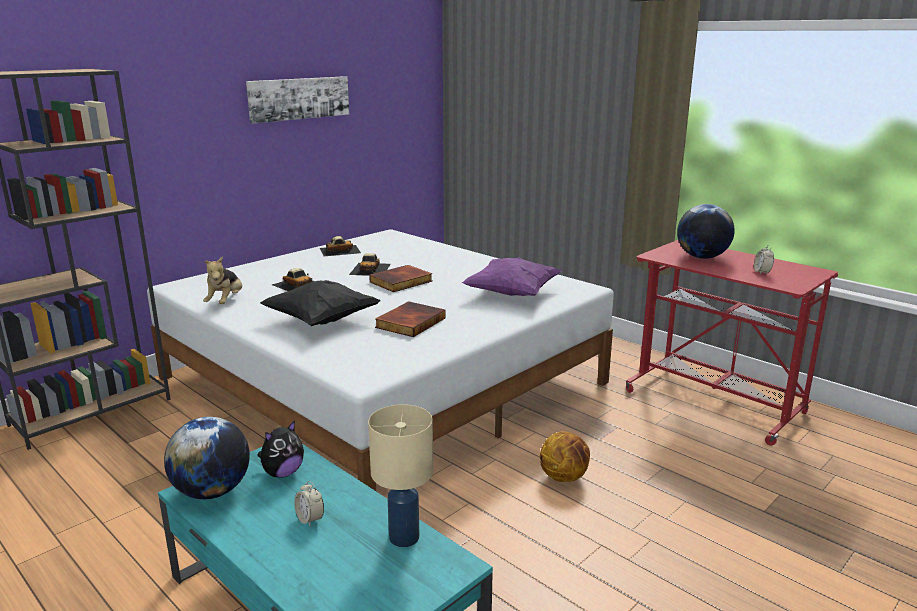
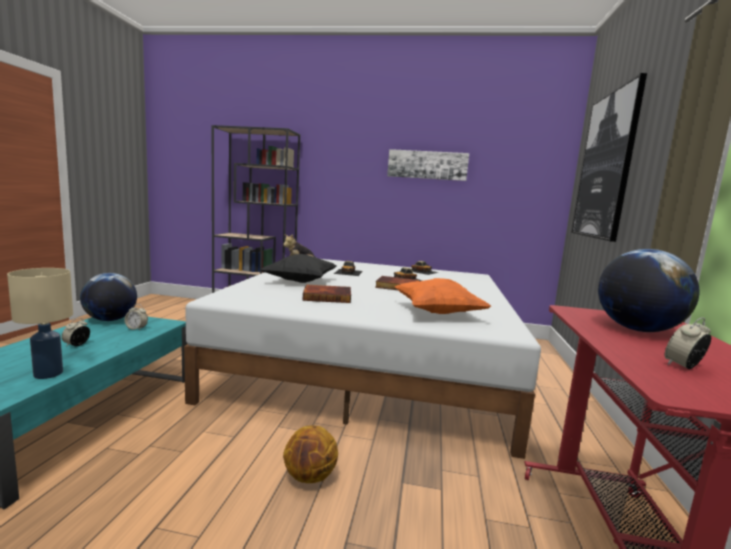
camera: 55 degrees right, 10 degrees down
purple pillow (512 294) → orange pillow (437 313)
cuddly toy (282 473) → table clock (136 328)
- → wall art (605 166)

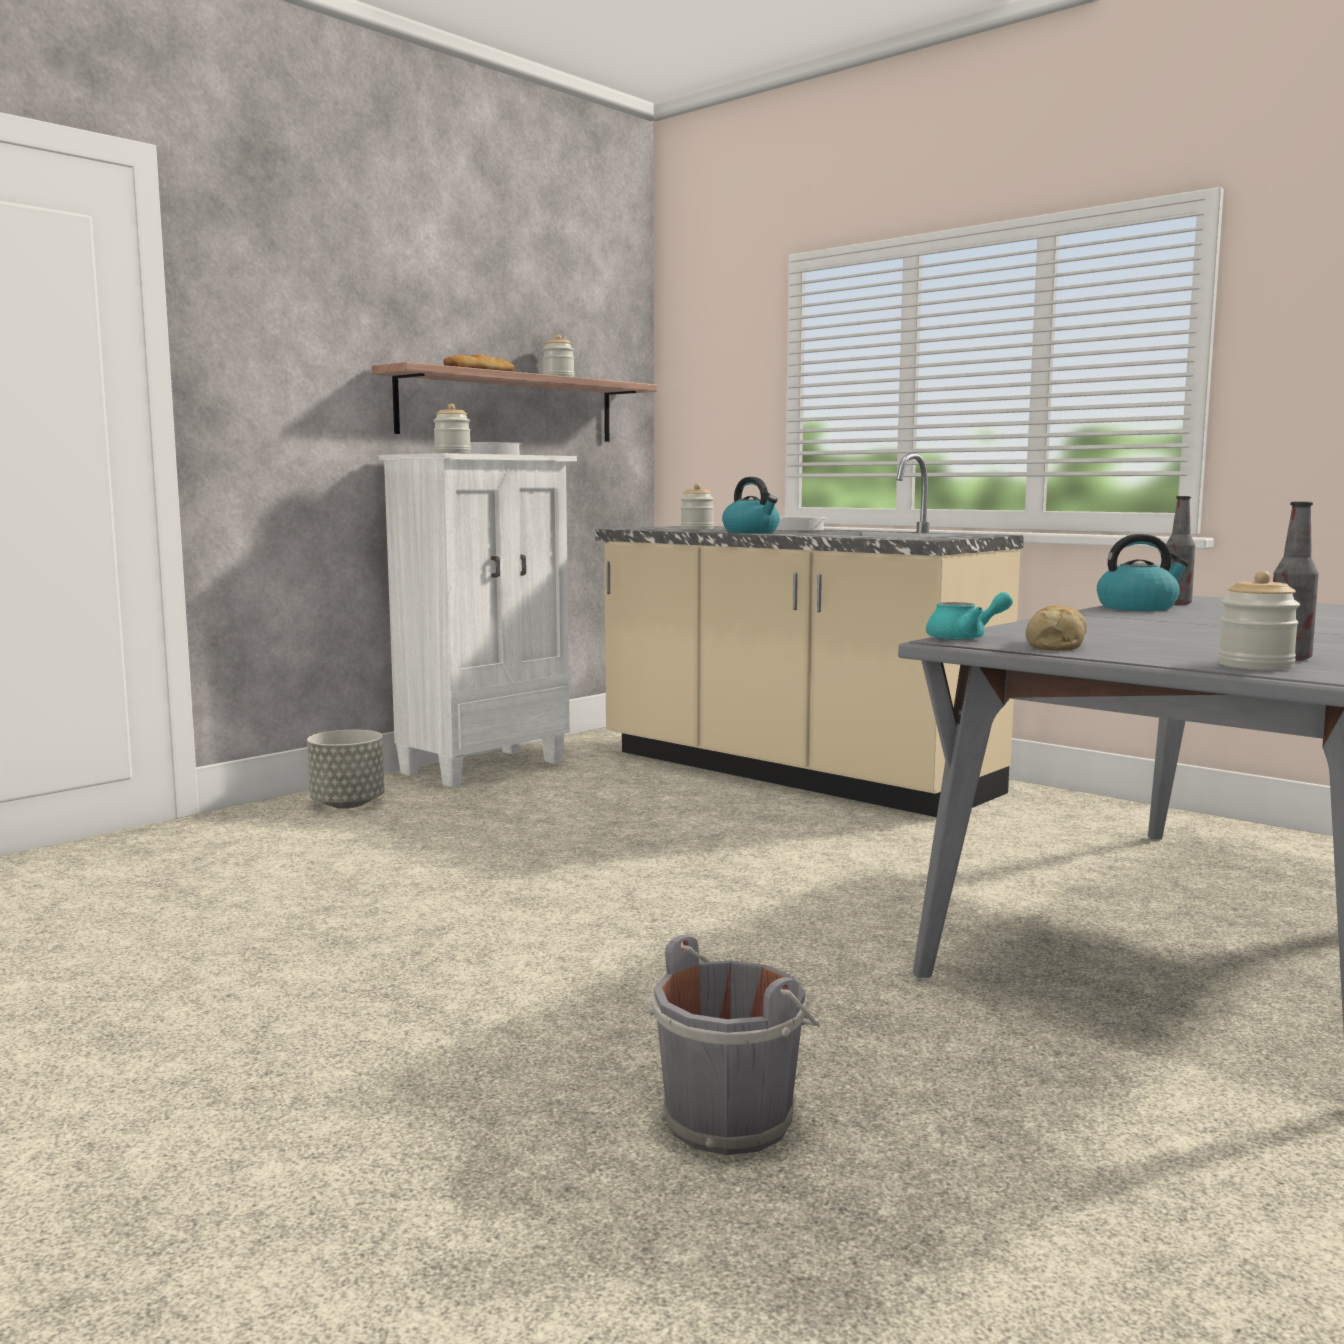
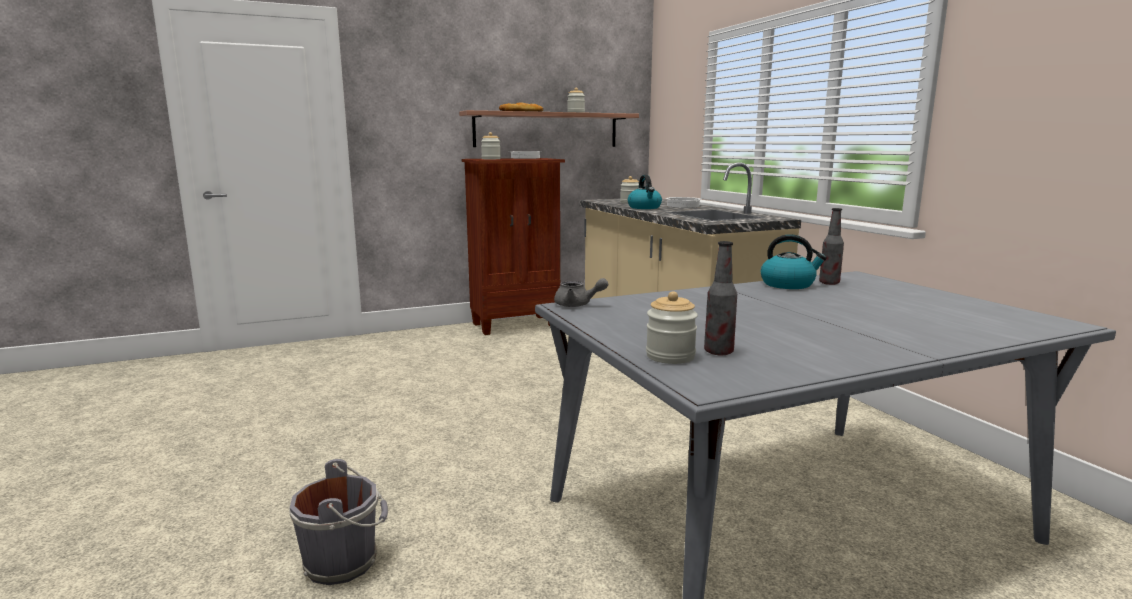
camera: 25 degrees right, 5 degrees up
white-coloured storage cabinet (485 768) → brownish storage cabinet (515 325)
turquoise tea pot (965 638) → greyish tea pot (577 305)
bread (1055 644) → -
greyish plant pot (348 804) → -

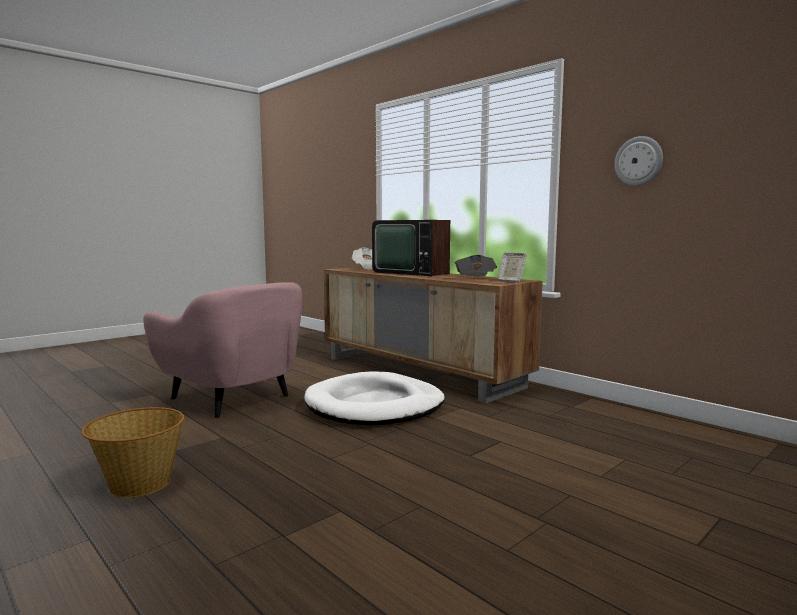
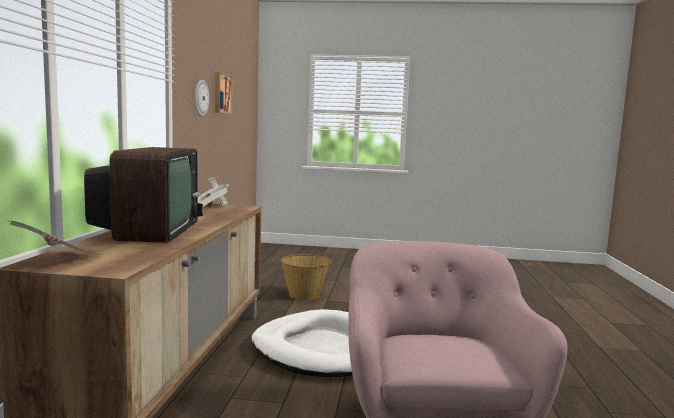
camera: 130 degrees left, 0 degrees up
basket (139 484) → basket (305 295), moved
- → wall art (221 93)

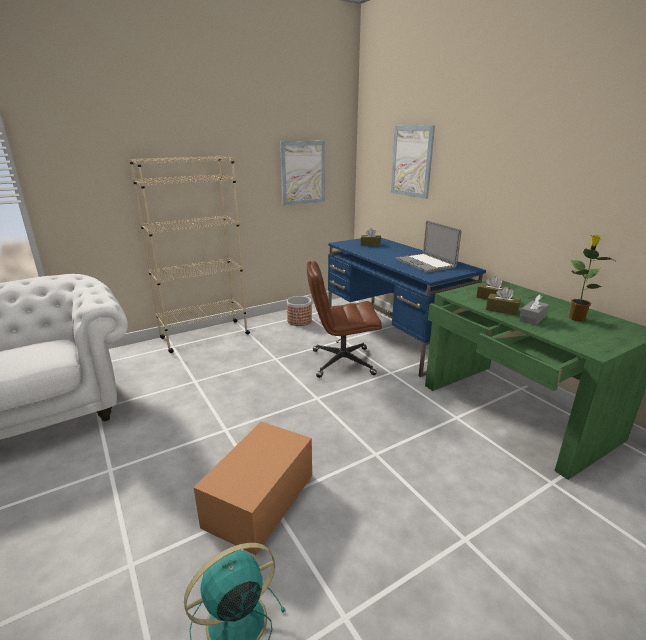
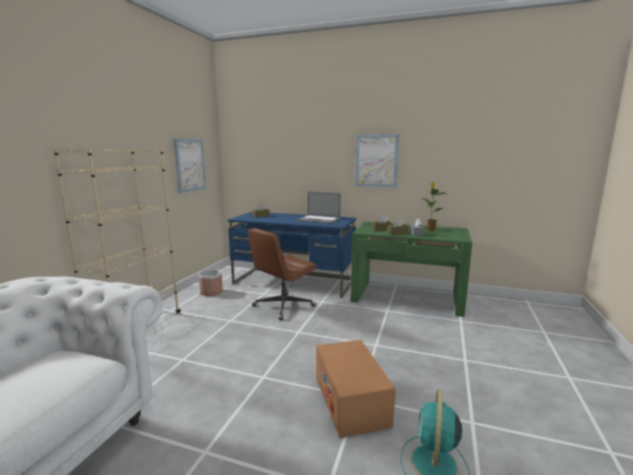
camera: 40 degrees left, 10 degrees down
wall art (412 161) → wall art (376 160), moved

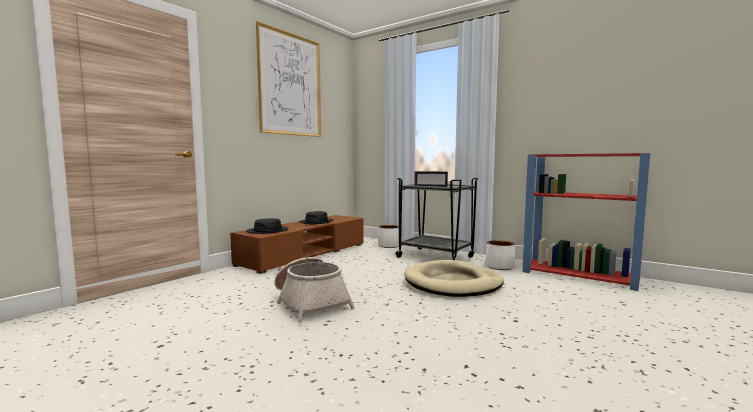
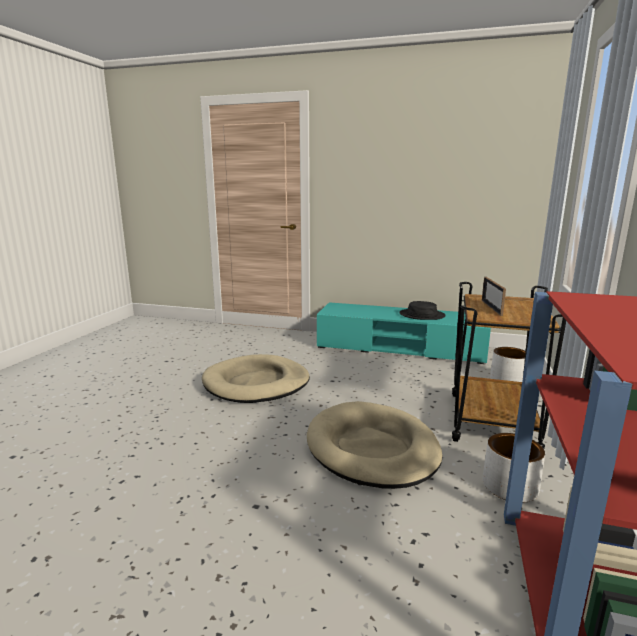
camera: 70 degrees right, 10 degrees up
wall art (290 85) → -
greyish cart (436 257) → brownish cart (491 422)
brownish tv stand (305 254) → turquoise tv stand (400 348)
blackish hat (267 231) → -
basket (310 303) → sand-coloured dog cushion (256 383)

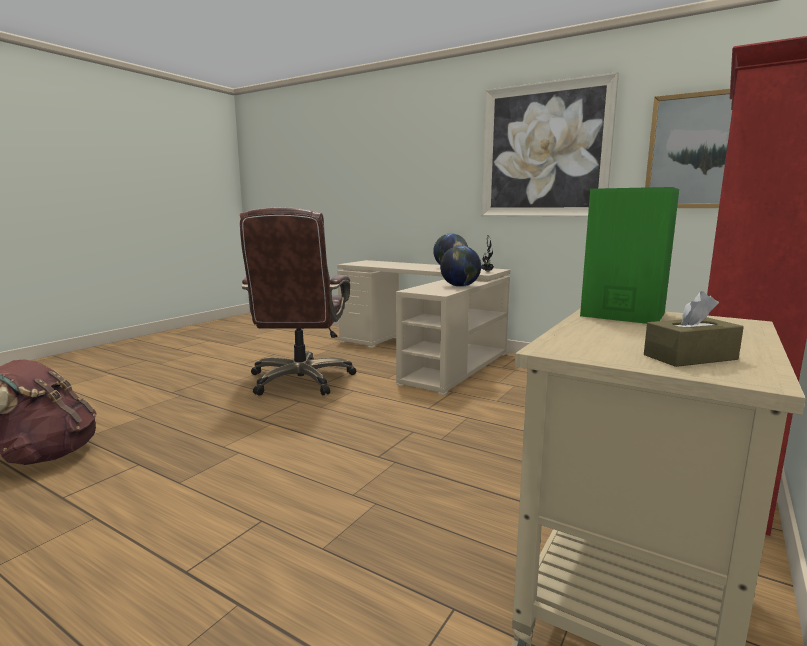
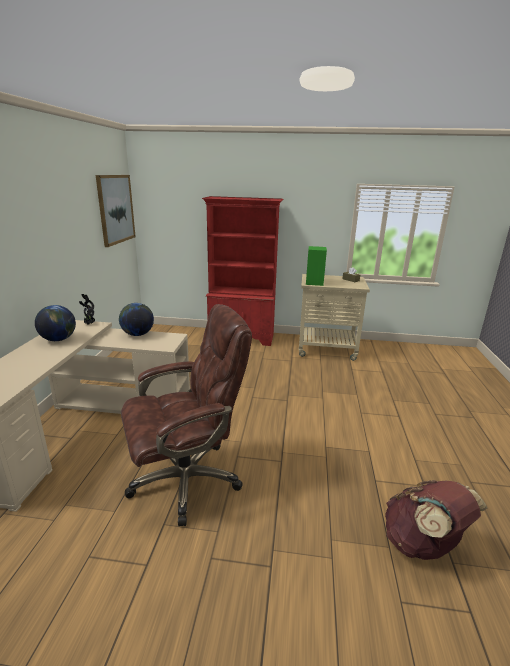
camera: 115 degrees left, 10 degrees up
wall art (544 151) → -

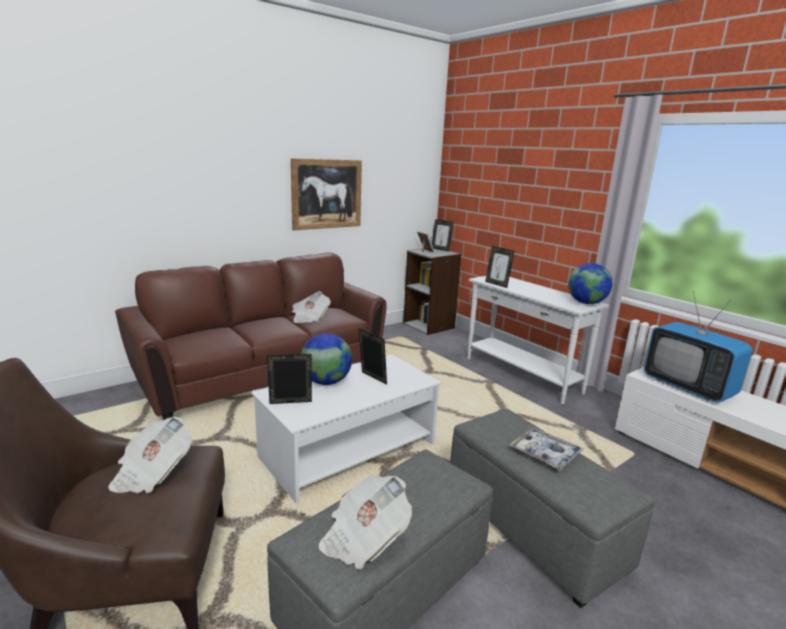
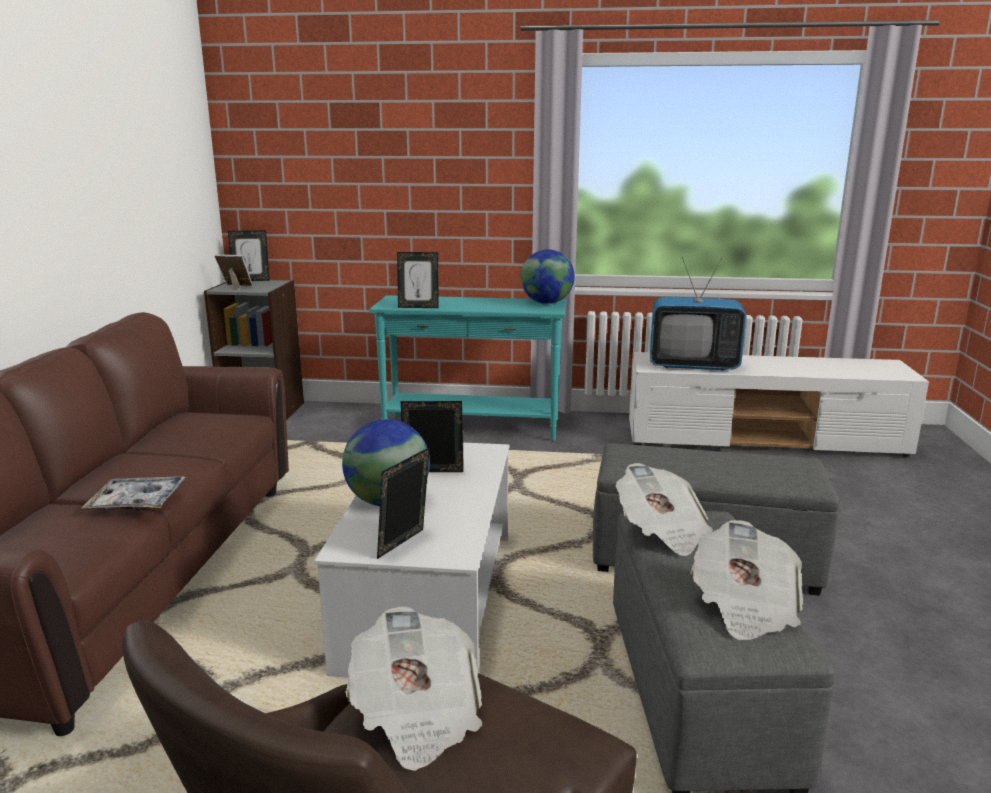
camera: 45 degrees left, 0 degrees up
wall art (327 194) → -
white-coloured console table (523 375) → turquoise console table (473 428)
daily paper (309 317) → daily paper (662 532), moved
carrying tray (545 454) → carrying tray (137 502), moved

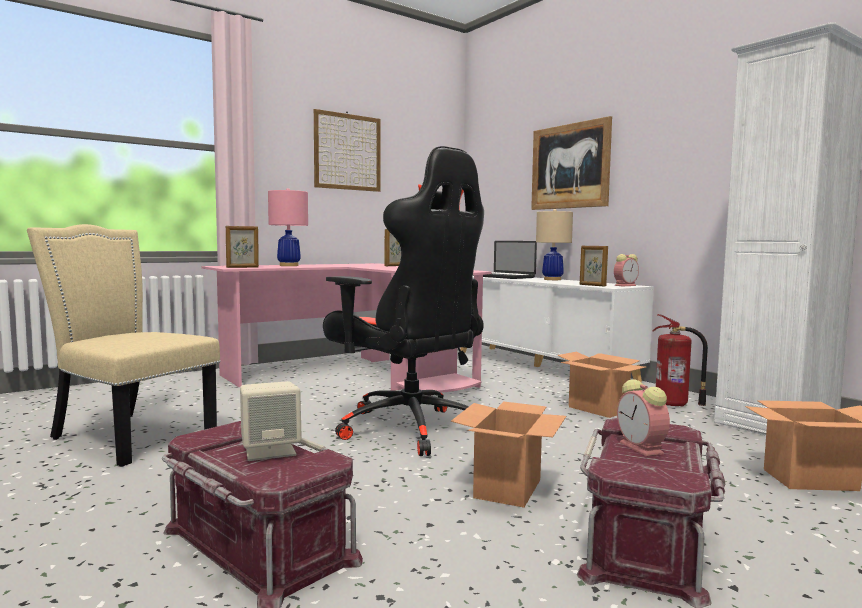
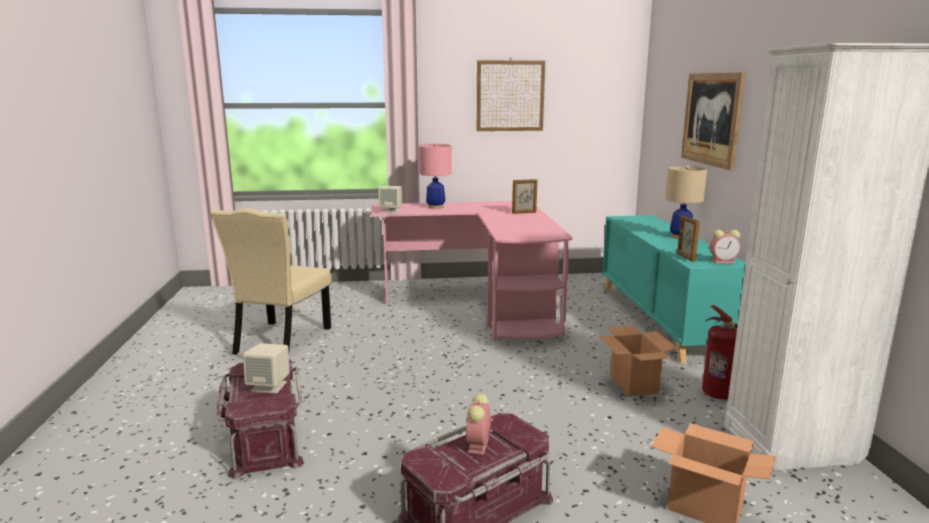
camera: 30 degrees right, 10 degrees up
blackish office chair (403 426) → -
sand-coloured chair (132 438) → sand-coloured chair (282 339), 135 degrees counterclockwise
picture frame (242 267) → sand-coloured audio speaker (391 211)
notebook computer (503 277) → -
white-coloured storage cabinet (541 366) → turquoise storage cabinet (661 320)
cardboard box (507 488) → -

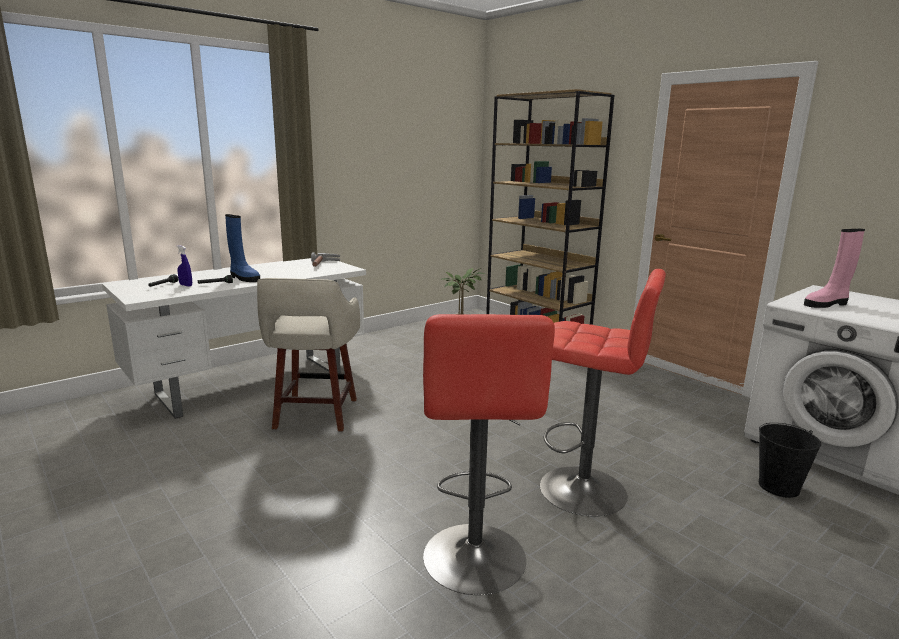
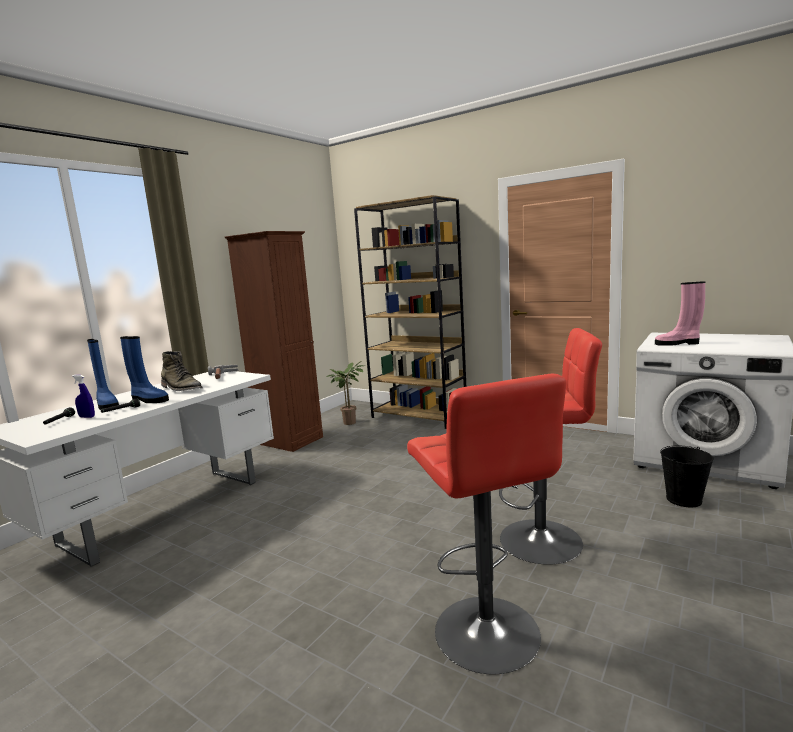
camera: 15 degrees left, 5 degrees down
pink-coloured tall boot (826 304) → pink-coloured tall boot (678 343), 45 degrees clockwise
sand-coloured stool (314 416) → -
- → brownish storage cabinet (290 440)
- → blue-coloured tall boot (106 405)
- → greenish tall boot (181 389)

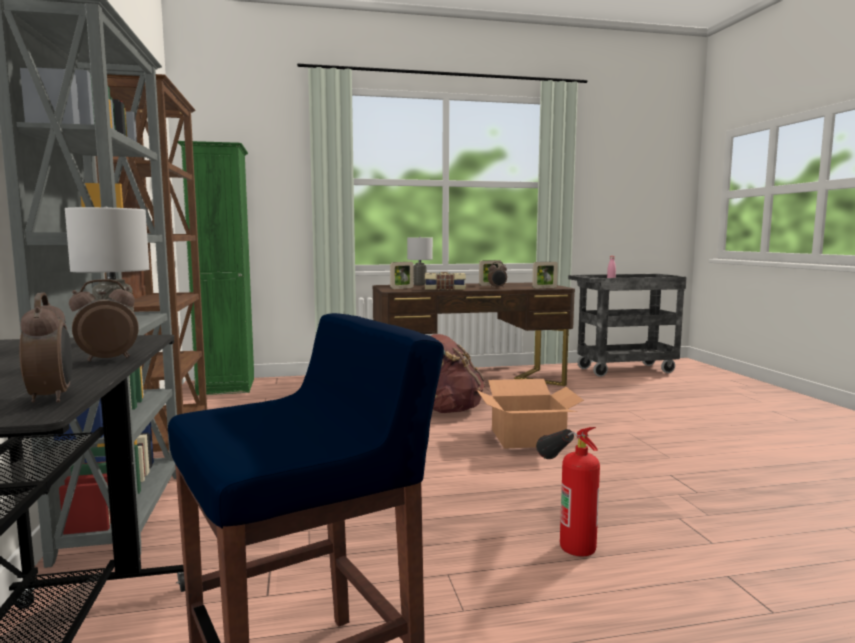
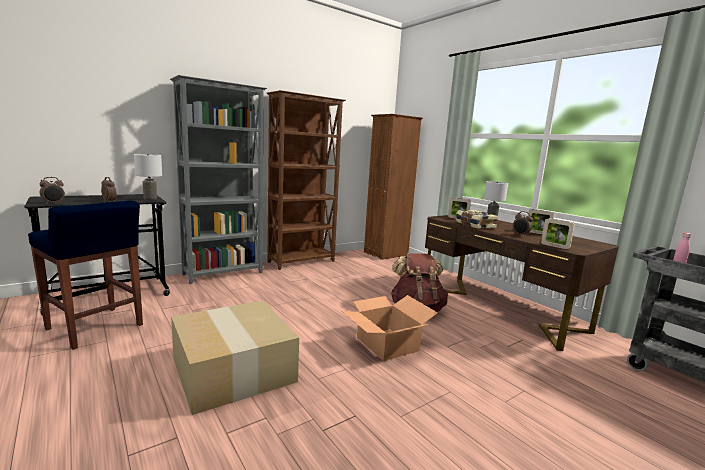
camera: 65 degrees right, 5 degrees up
greenish storage cabinet (227 386) → brownish storage cabinet (385 254)
fire-fighting cylinder (565 531) → cardboard box (231 369)

